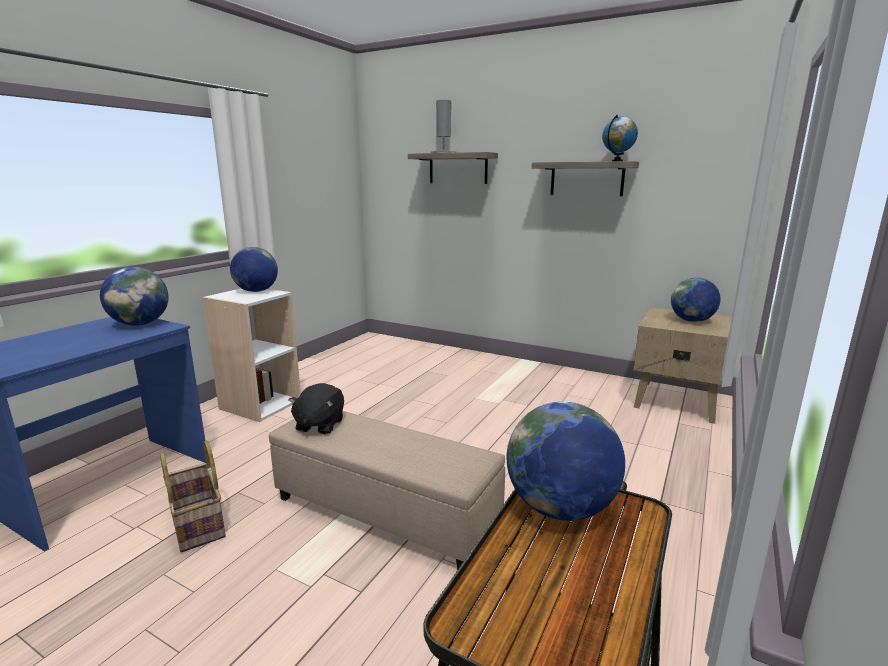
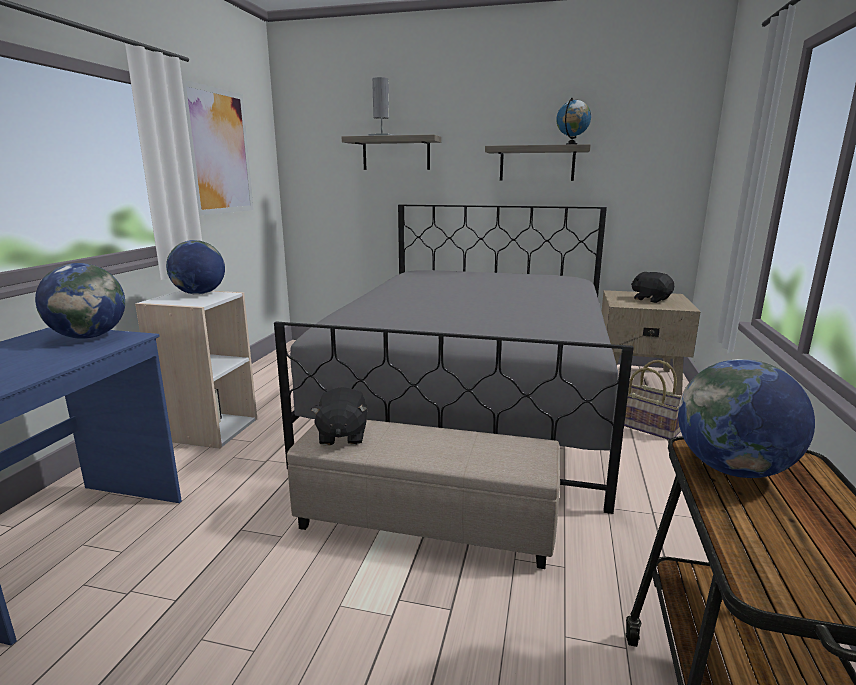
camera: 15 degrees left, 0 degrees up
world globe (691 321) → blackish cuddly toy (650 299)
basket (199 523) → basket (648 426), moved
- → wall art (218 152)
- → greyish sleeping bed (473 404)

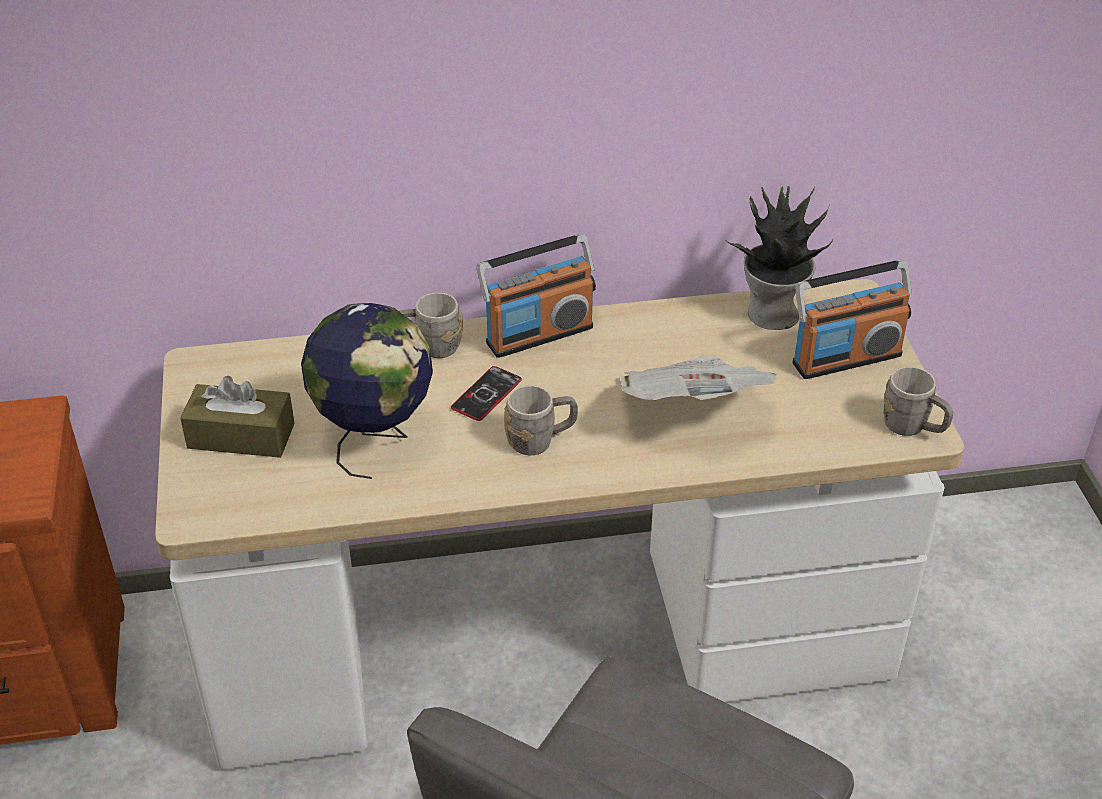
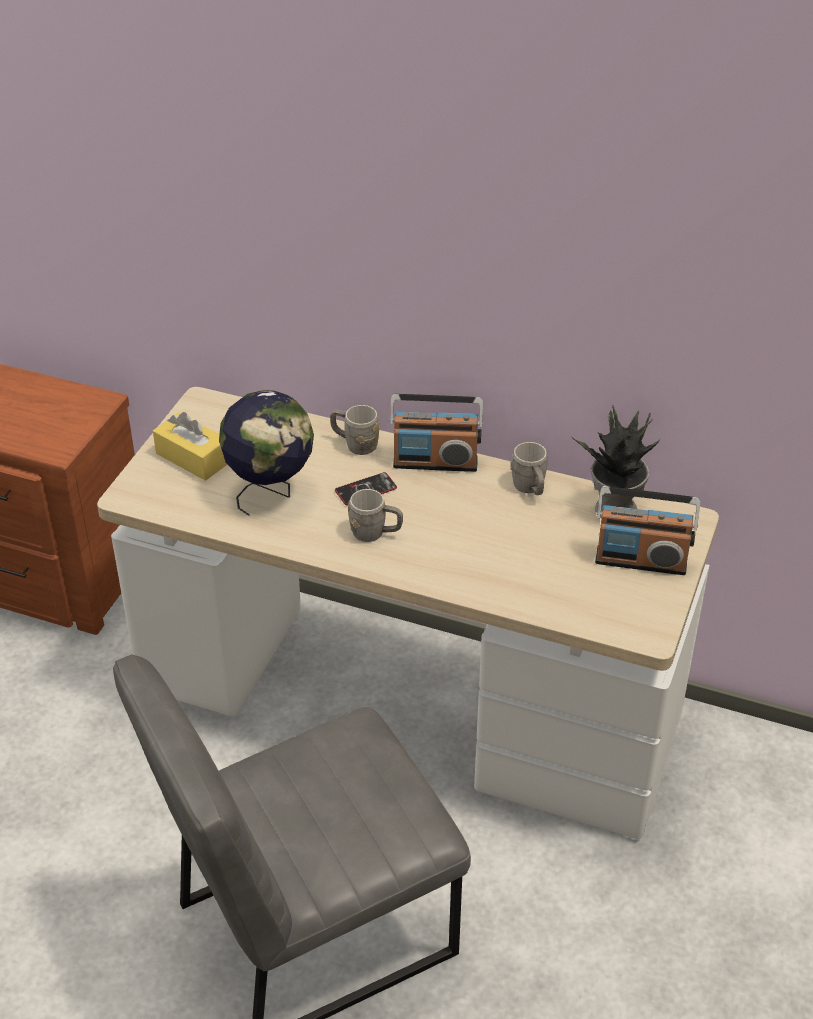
camera: 30 degrees right, 0 degrees up
daily paper (693 410) → -
greyish mug (913 428) → greyish mug (530 489), moved
brownish box of tissues (241 436) → yellowish box of tissues (193 458)

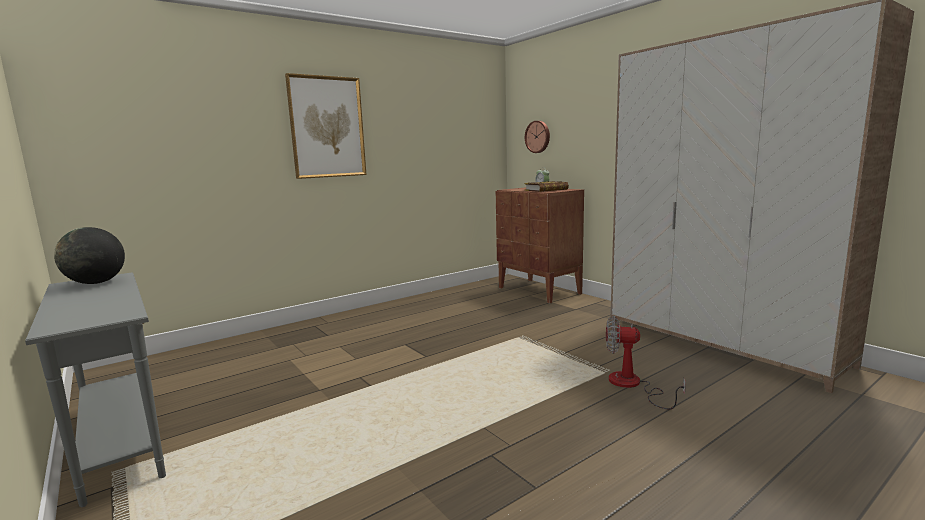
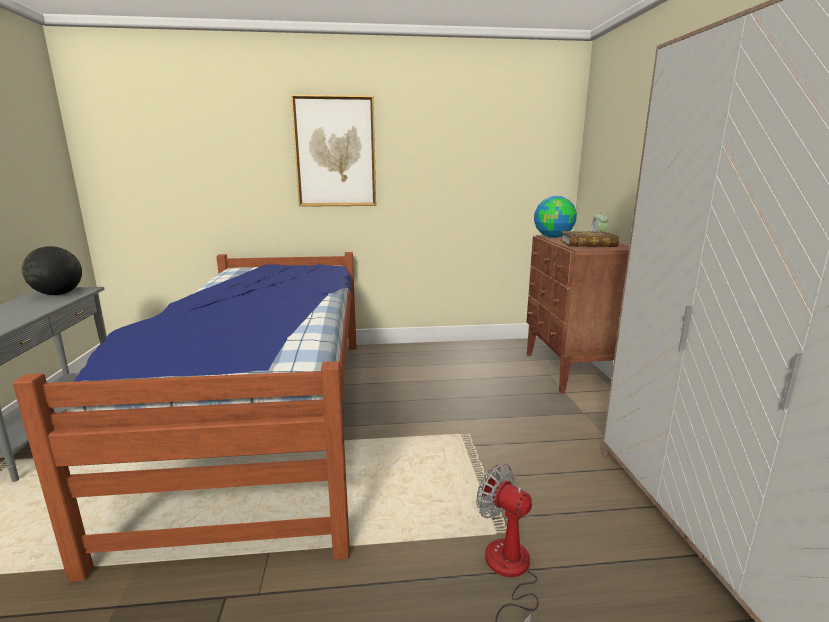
camera: 30 degrees right, 5 degrees up
wall clock (538 137) → -
- → world globe (553 237)
- → sleeping bed (266 418)

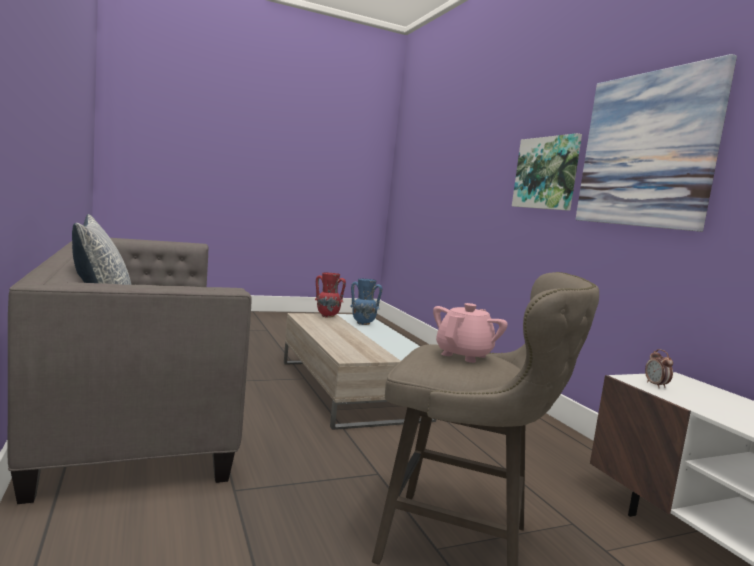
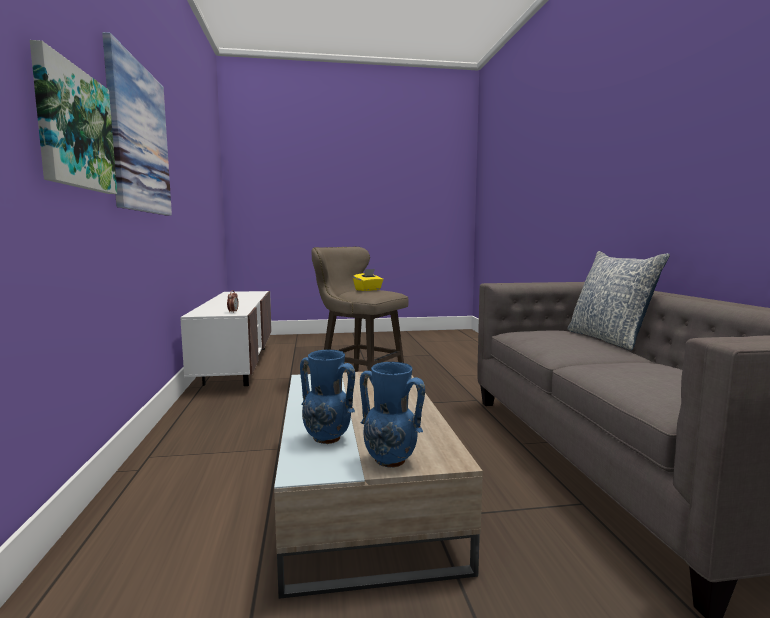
camera: 165 degrees left, 0 degrees up
reddish vase (327 316) → blue-coloured vase (391 461)
pink-coloured tea pot (464 355) → yellowish box of tissues (368 290)

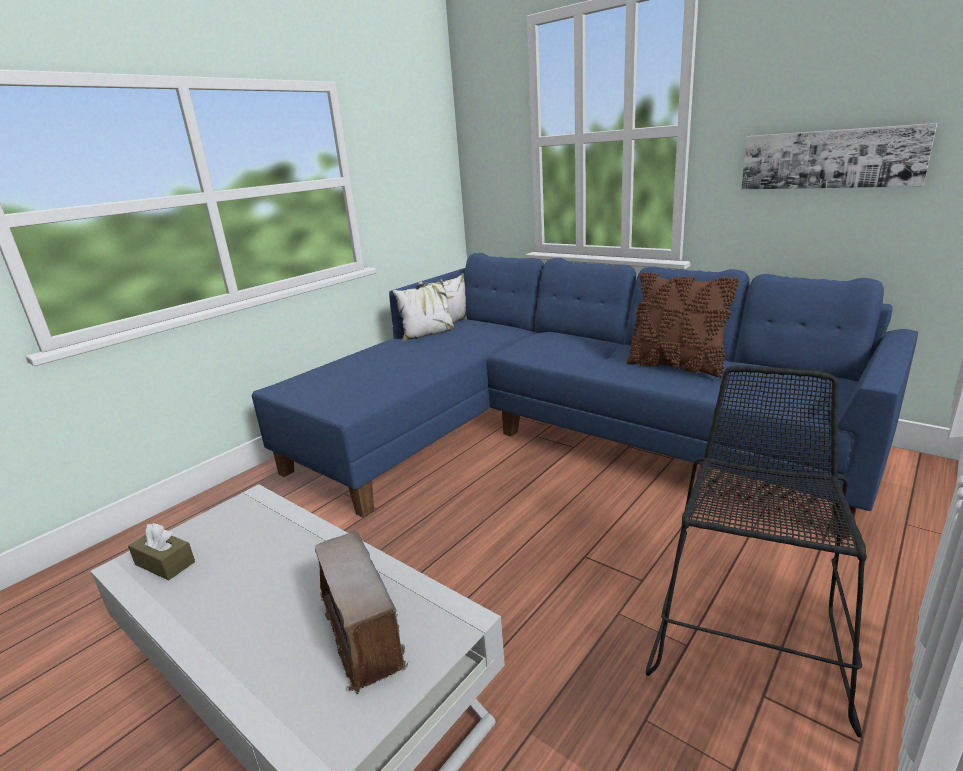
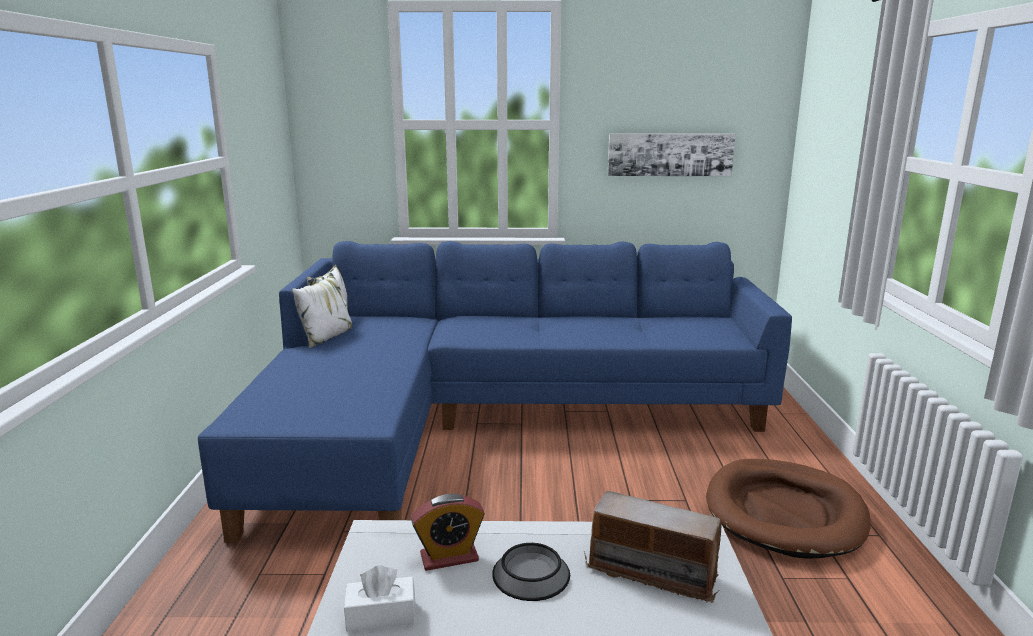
camera: 40 degrees left, 5 degrees down
brownish pillow (676 366) → -
blackish stool (748 646) → brownish dog cushion (784 512)
brownish box of tissues (165 563) → white-coloured box of tissues (381 615)
- → table clock (449 557)
- → deep dish (531 574)

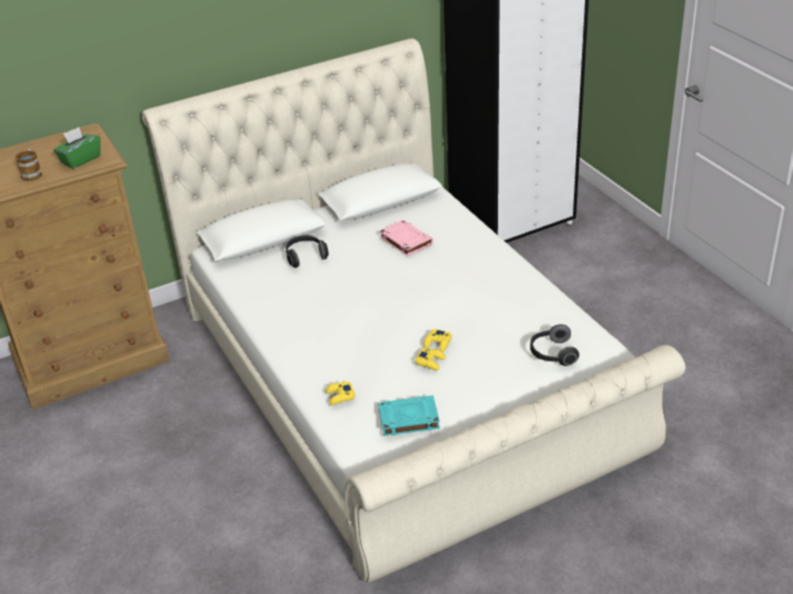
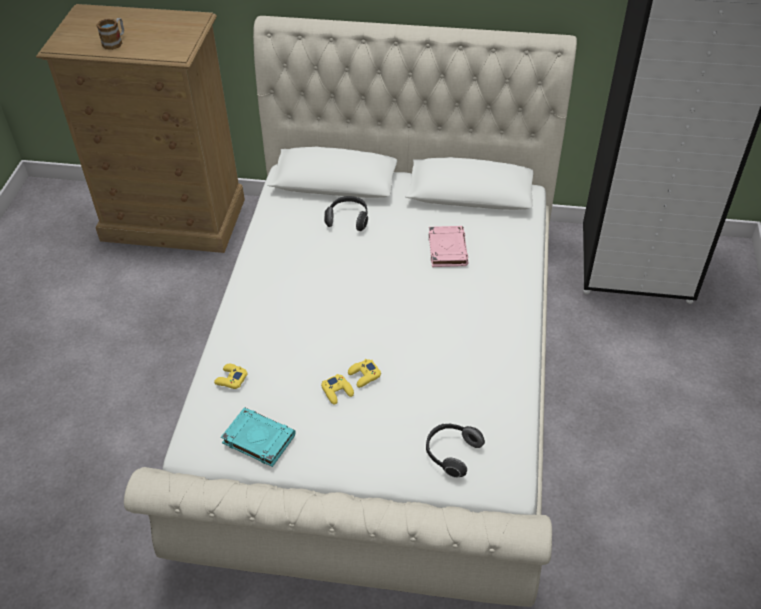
camera: 35 degrees right, 10 degrees up
greenish box of tissues (80 159) → -

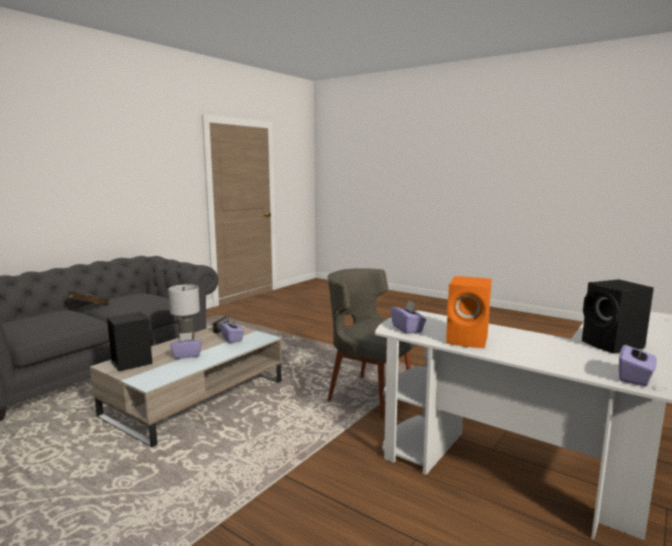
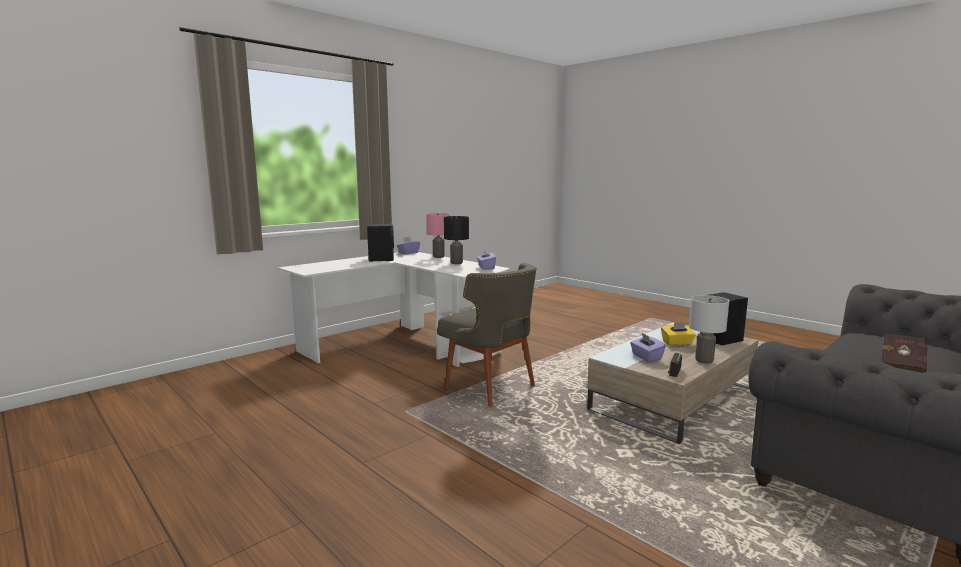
camera: 170 degrees left, 0 degrees up
orange audio speaker (469 340) → blackish tabletop lamp (456 263)
purple box of tissues (187 355) → yellowish box of tissues (677 343)
- → pink-coloured tabletop lamp (439 257)

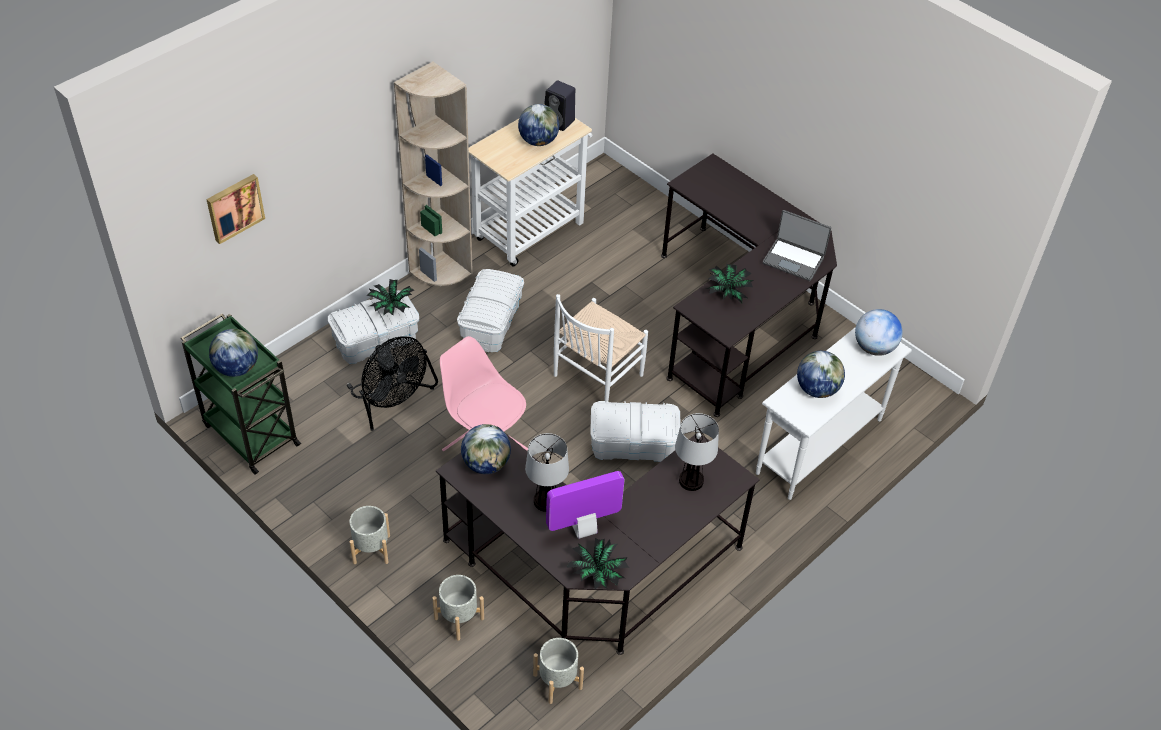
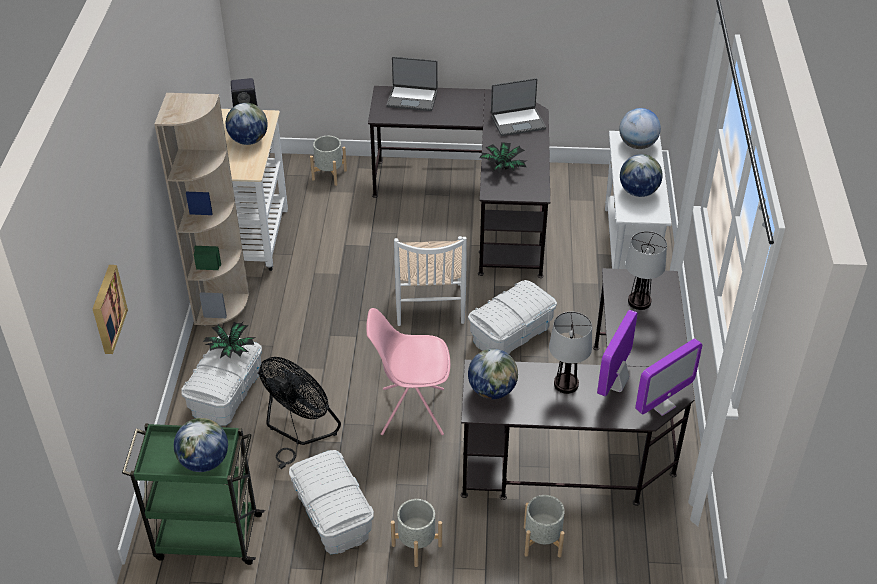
camera: 40 degrees left, 5 degrees down
white-coloured storage bin (491 323) → white-coloured storage bin (332 515), moved
blackish fan (389 401) → blackish fan (294 429), 60 degrees counterclockwise
houseplant (597 573) → computer display (661 405)
greyish plant pot (557 681) → greyish plant pot (329 175), moved
- → notebook computer (412 98)

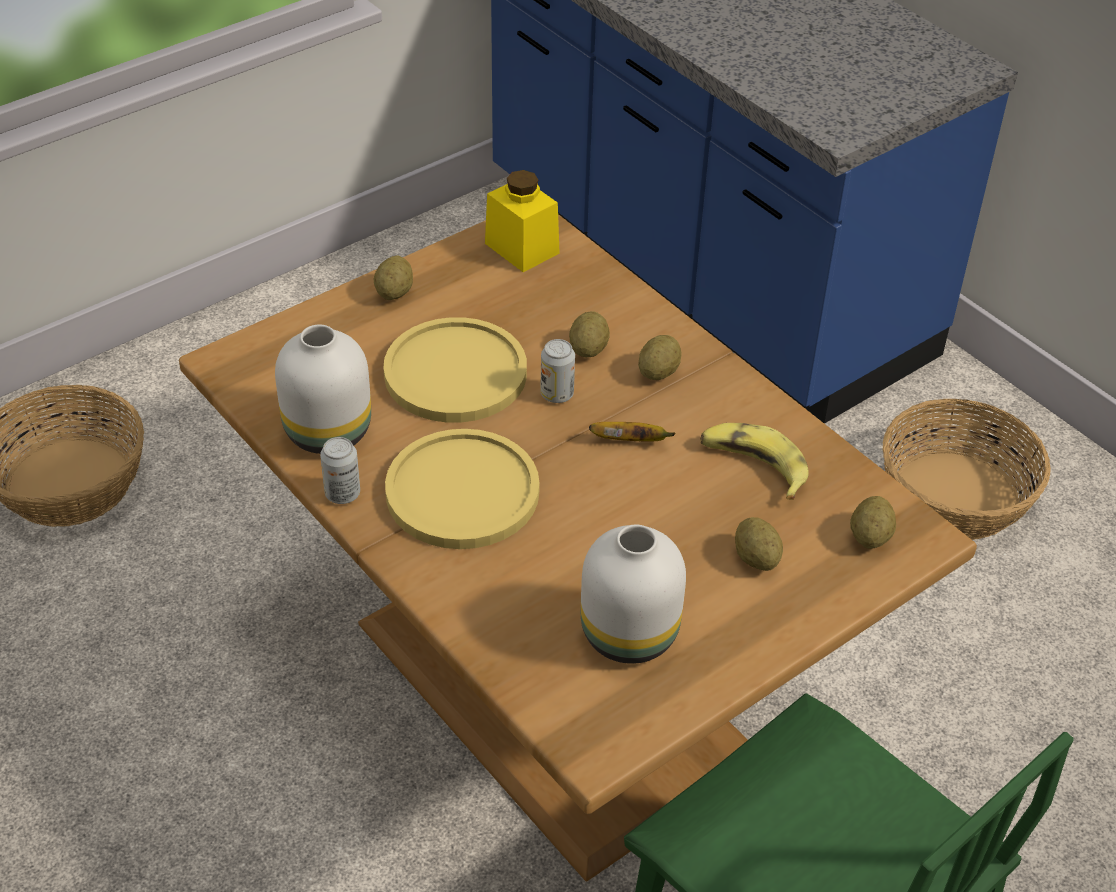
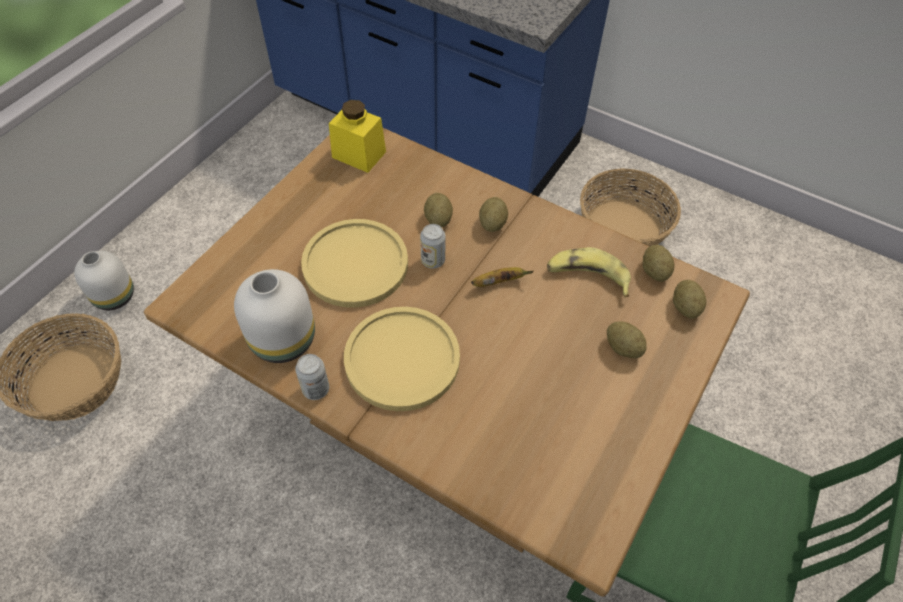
camera: 20 degrees left, 10 degrees up
spud (394 292) → spud (654 271), moved
white-coloured vase (632 633) → white-coloured vase (116 296), moved

